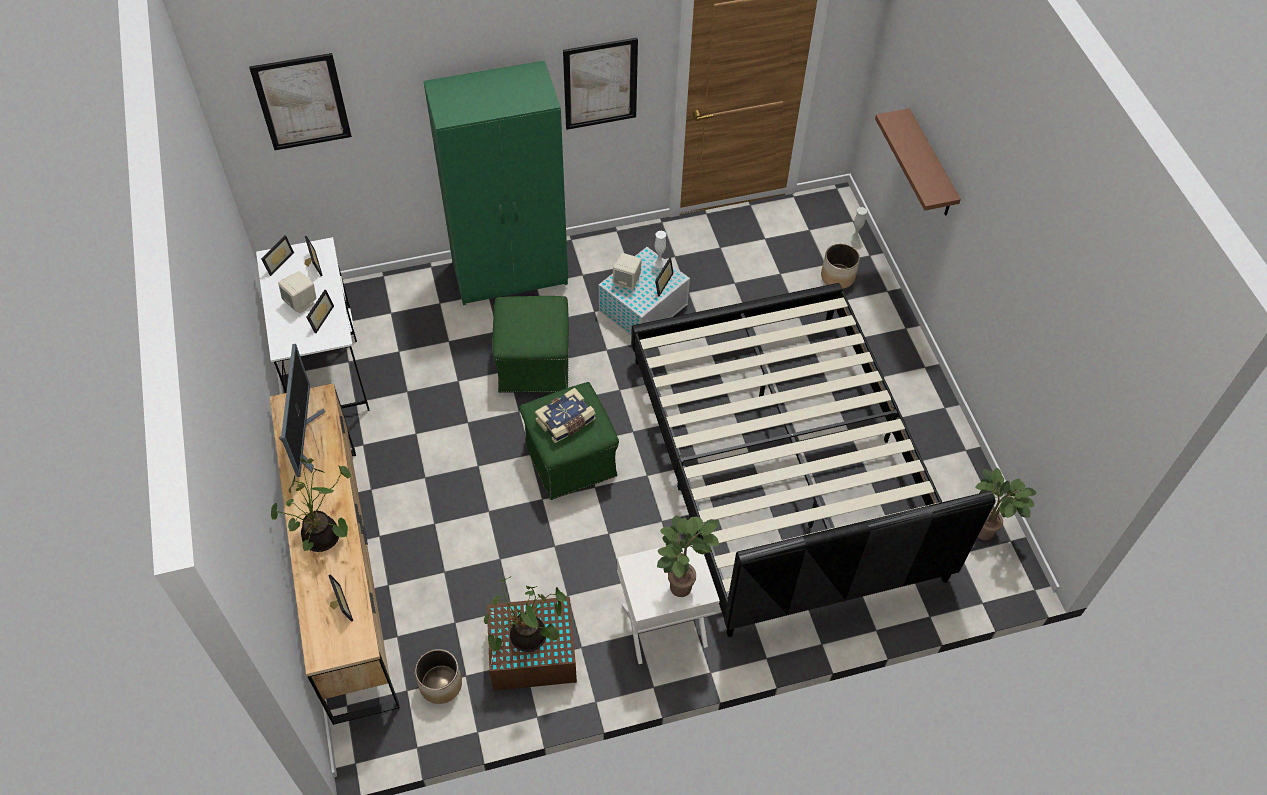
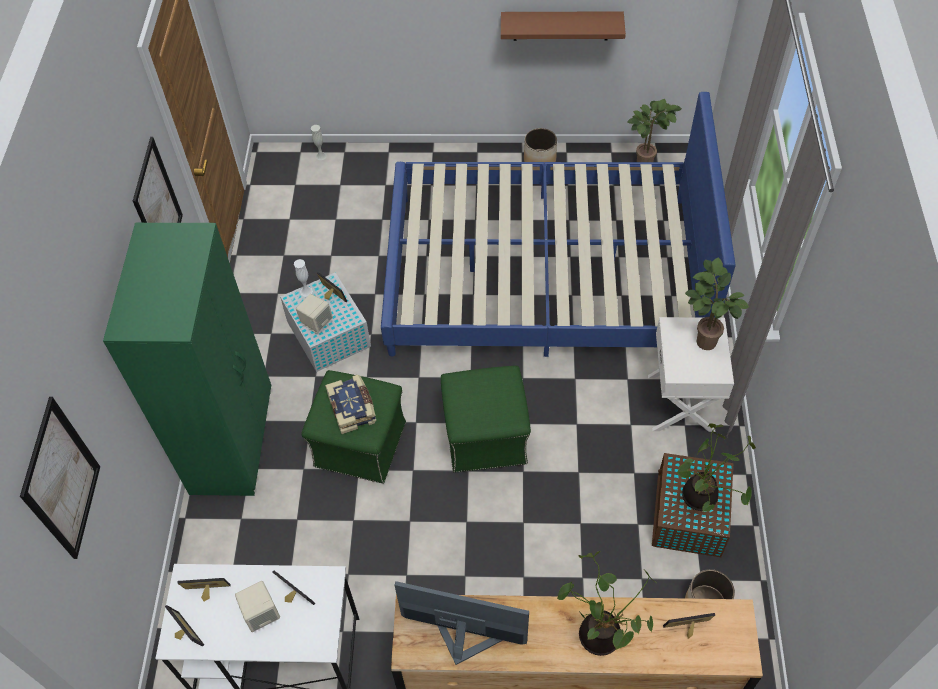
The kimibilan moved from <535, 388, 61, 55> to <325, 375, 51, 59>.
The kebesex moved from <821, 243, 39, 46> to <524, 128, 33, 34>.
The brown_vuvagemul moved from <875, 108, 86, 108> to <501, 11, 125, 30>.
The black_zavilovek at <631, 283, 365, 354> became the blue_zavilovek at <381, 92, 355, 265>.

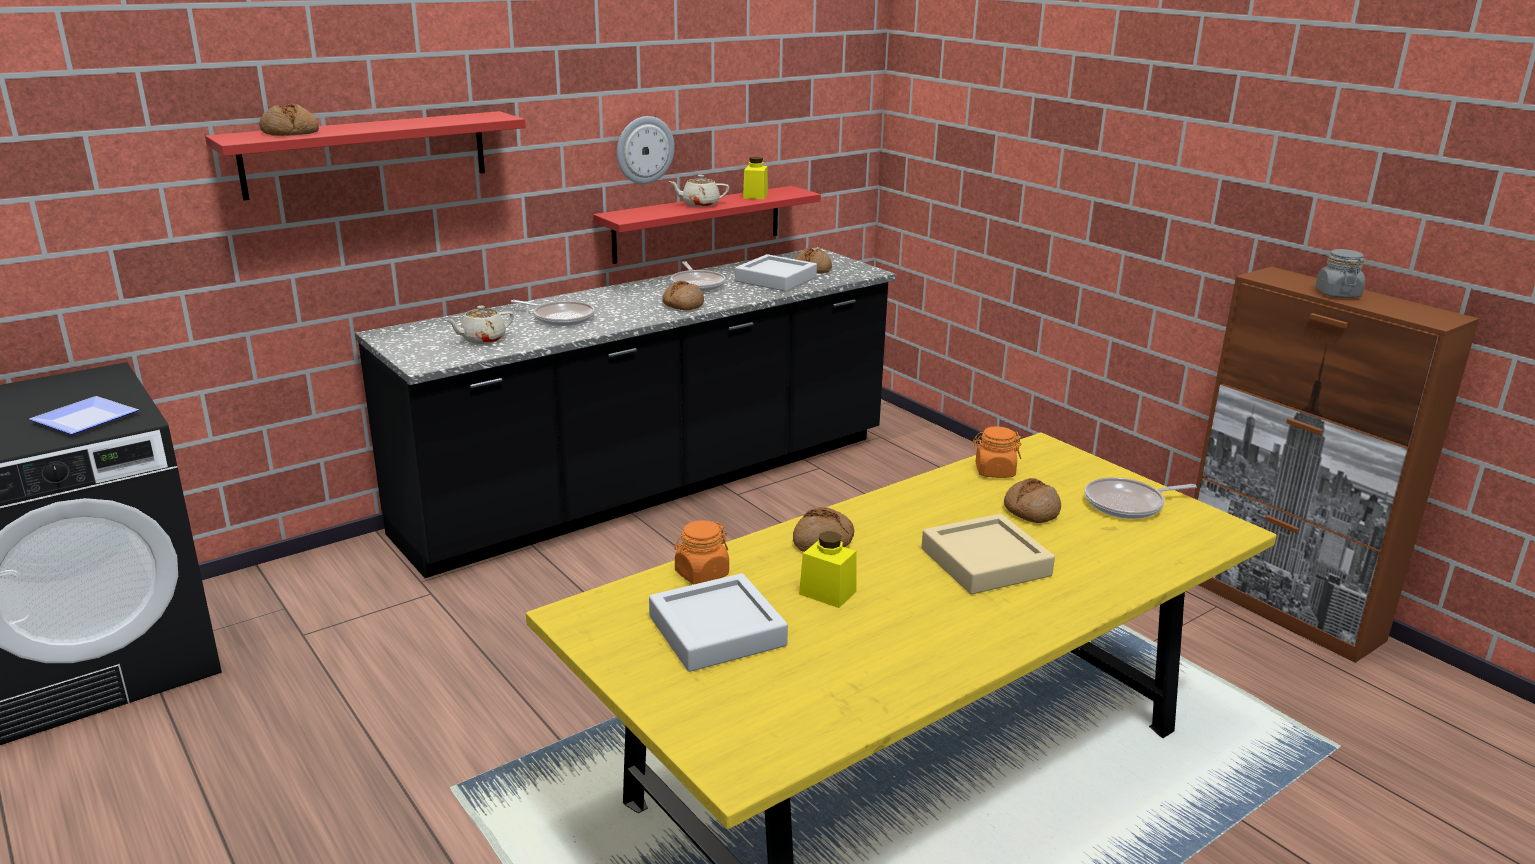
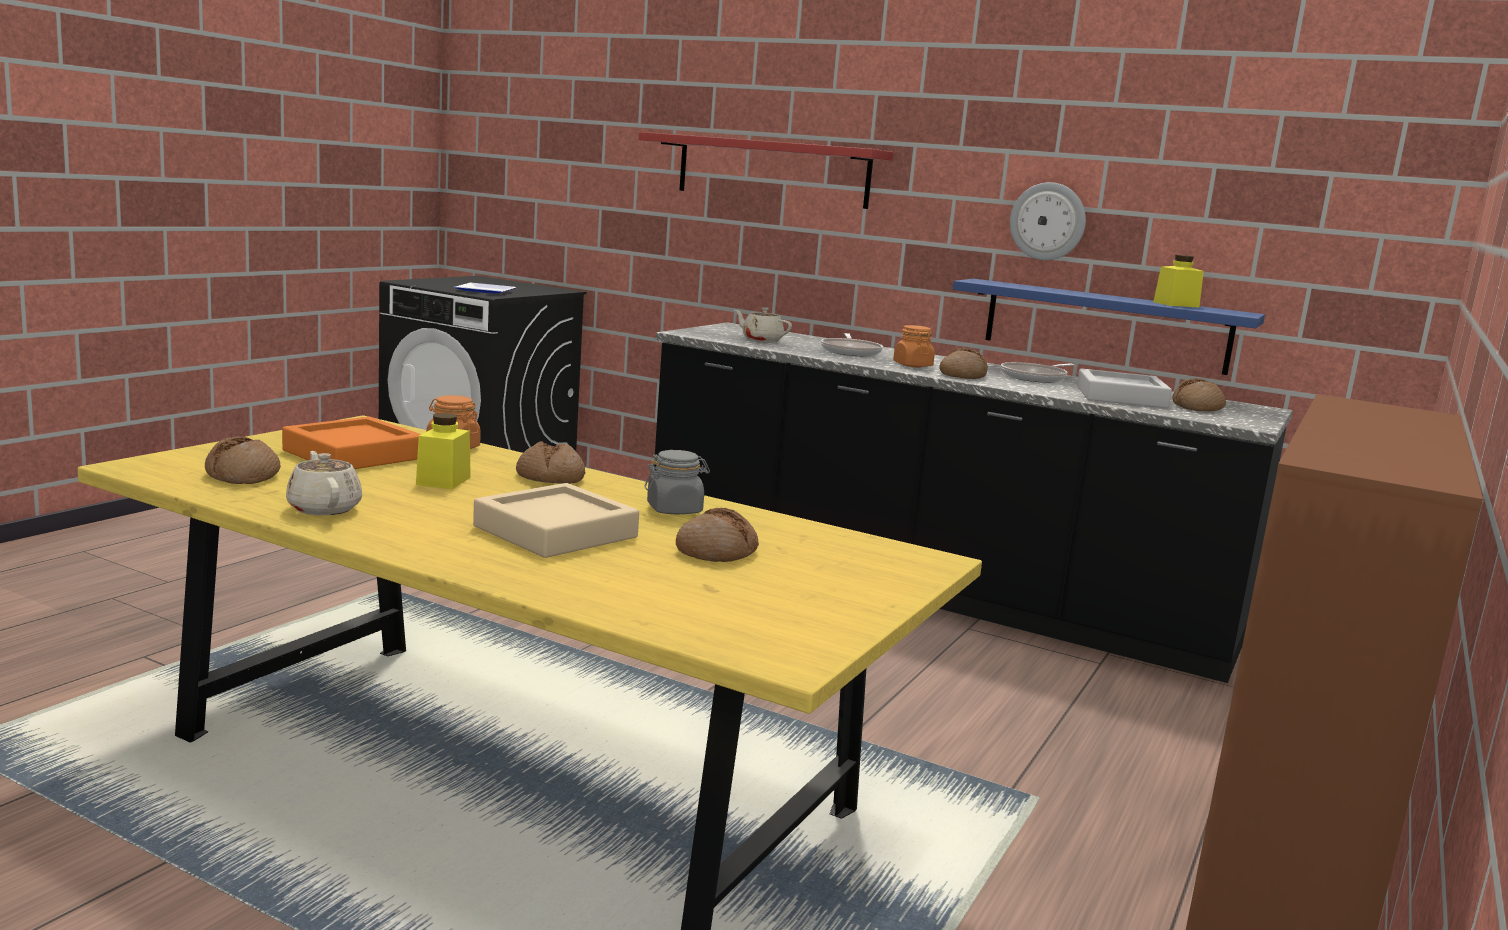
The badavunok at <1085, 477, 112, 42> disappeared.
The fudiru moved from <259, 103, 60, 33> to <205, 436, 76, 48>.
The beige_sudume moved from <668, 175, 61, 32> to <286, 451, 76, 64>.
The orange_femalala moved from <973, 426, 48, 52> to <893, 325, 42, 42>.
The grey_femalala moved from <1316, 249, 49, 49> to <644, 450, 66, 65>.
The red_vuvagemul at <593, 186, 228, 78> became the blue_vuvagemul at <953, 279, 312, 96>.
The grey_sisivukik at <649, 573, 139, 99> became the orange_sisivukik at <282, 417, 139, 52>.

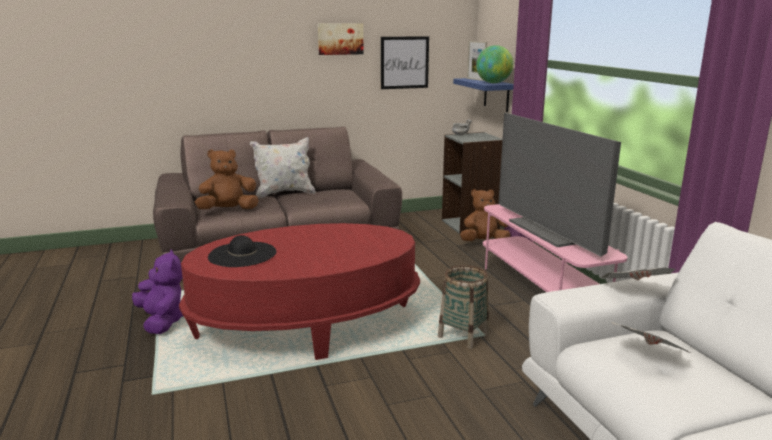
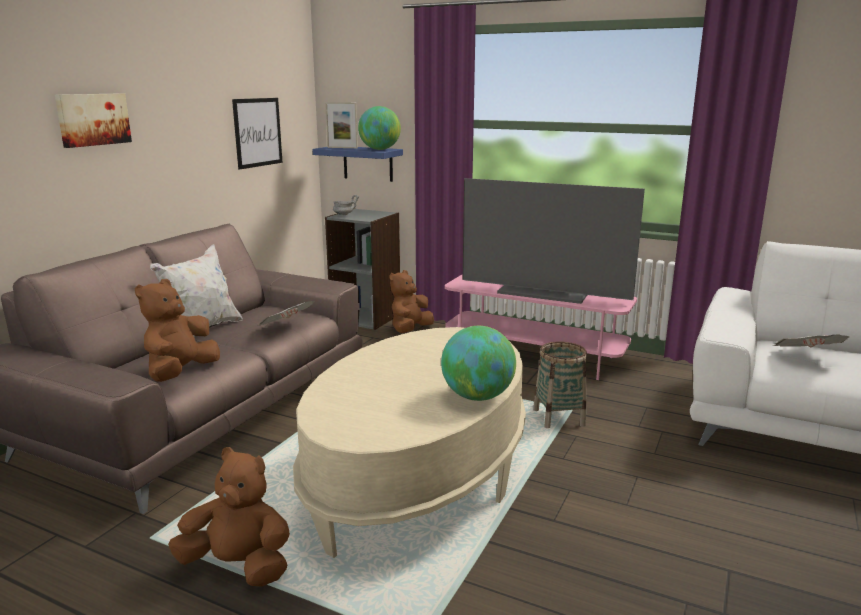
The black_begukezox at <208, 235, 69, 32> disappeared.
The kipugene at <441, 326, 75, 75> appeared.
The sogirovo moved from <318, 23, 46, 32> to <55, 93, 77, 55>.
The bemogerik moved from <602, 268, 74, 12> to <257, 301, 58, 25>.
The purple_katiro at <132, 249, 51, 85> became the brown_katiro at <168, 447, 122, 140>.
The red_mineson at <179, 223, 241, 137> became the beige_mineson at <293, 327, 233, 231>.

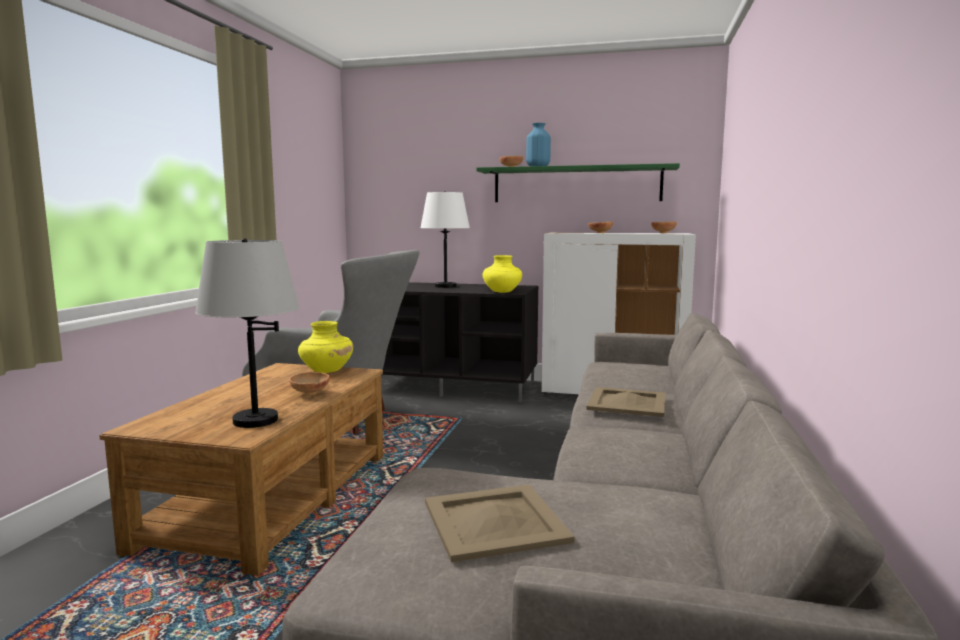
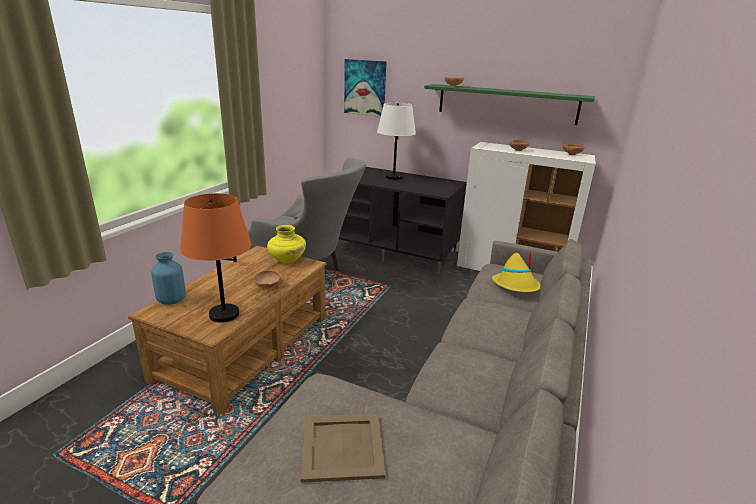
The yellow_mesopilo at <482, 255, 40, 38> disappeared.
The beige_sisivukik at <586, 387, 80, 30> disappeared.
The sogirovo at <344, 59, 43, 58> appeared.
The yellow_begukezox at <492, 250, 48, 42> appeared.
The blue_mesopilo moved from <526, 123, 25, 43> to <151, 252, 35, 53>.
The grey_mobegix at <195, 238, 104, 190> became the orange_mobegix at <180, 193, 71, 129>.

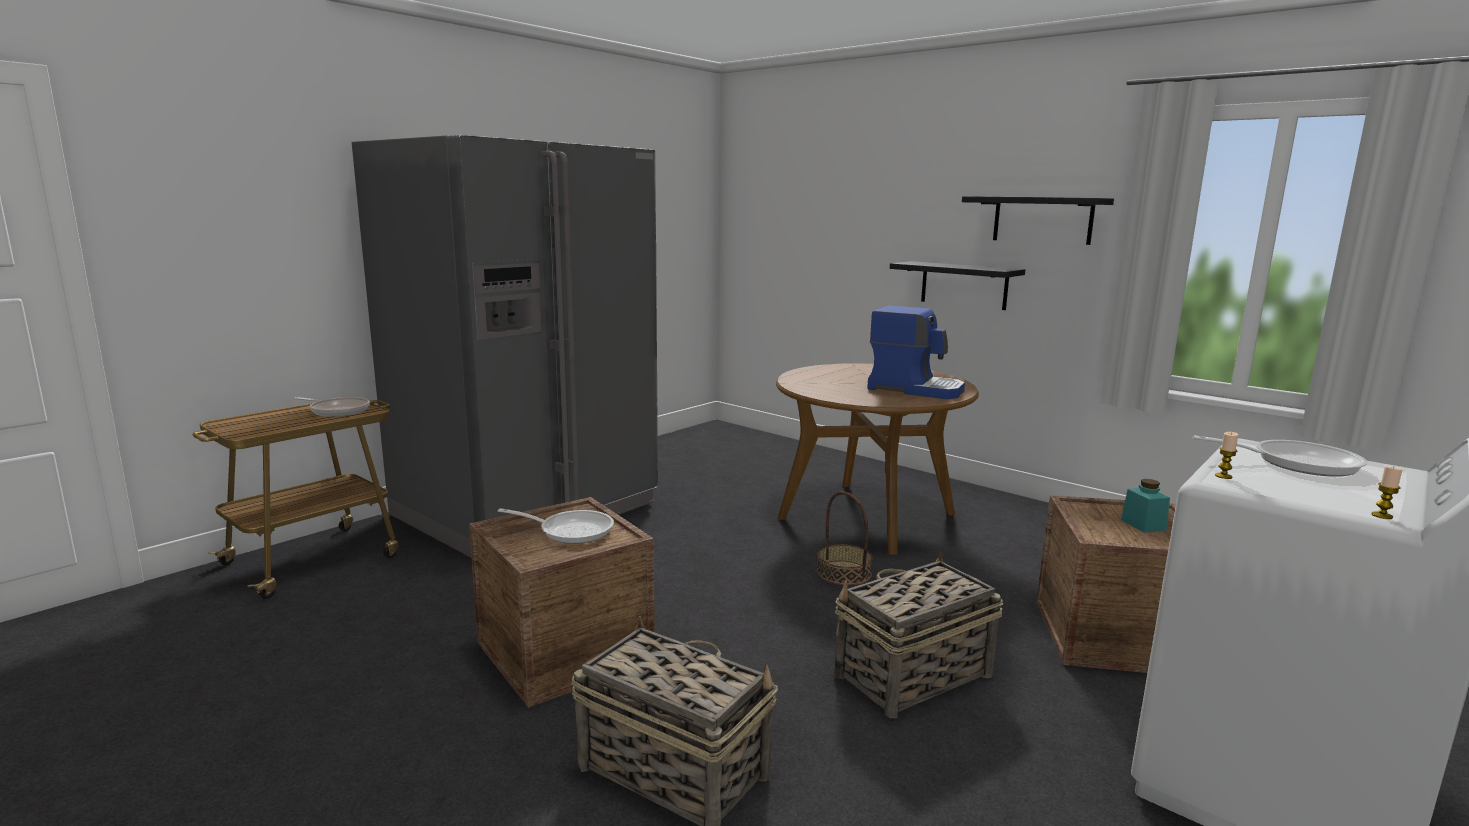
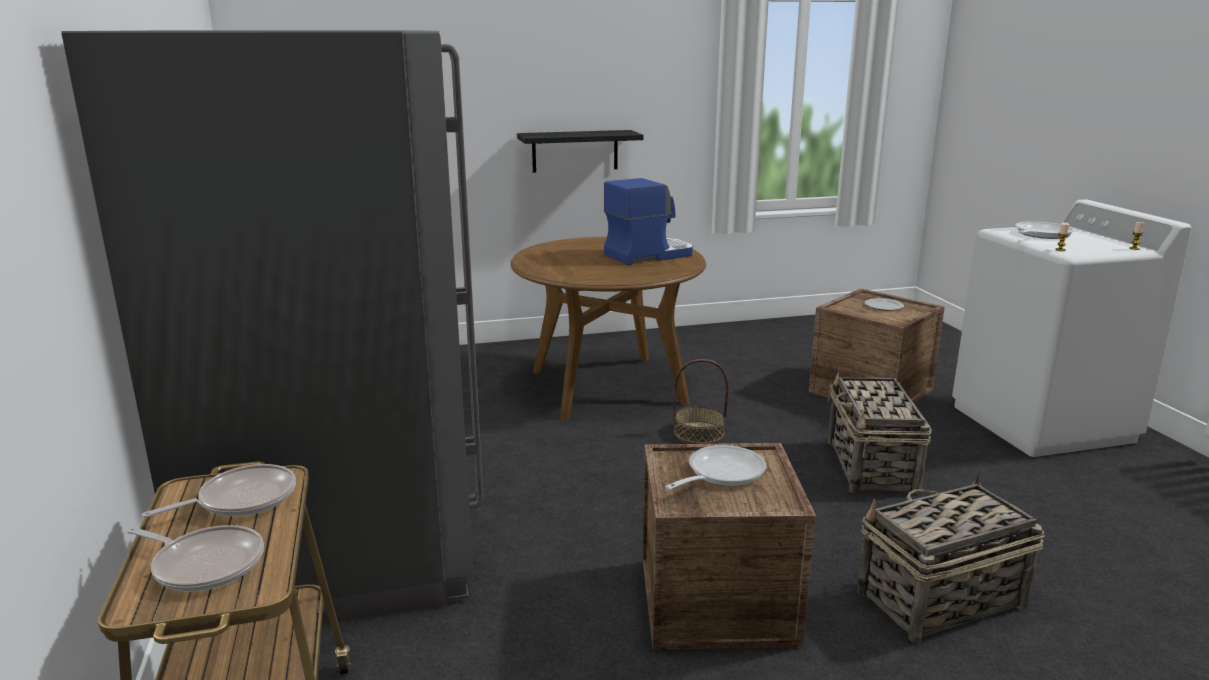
The black_vuvagemul at <962, 196, 152, 49> disappeared.
The badavunok at <127, 525, 137, 67> appeared.
The turquoise_femalala at <1121, 479, 49, 54> was replaced by the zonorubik at <865, 298, 39, 13>.

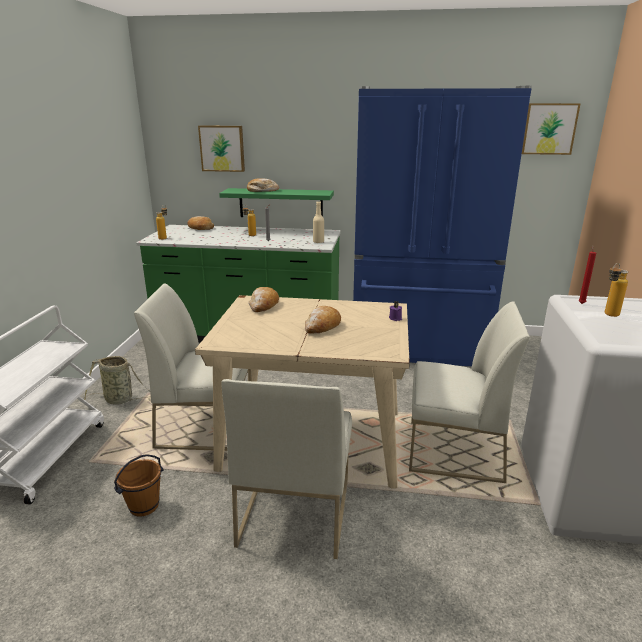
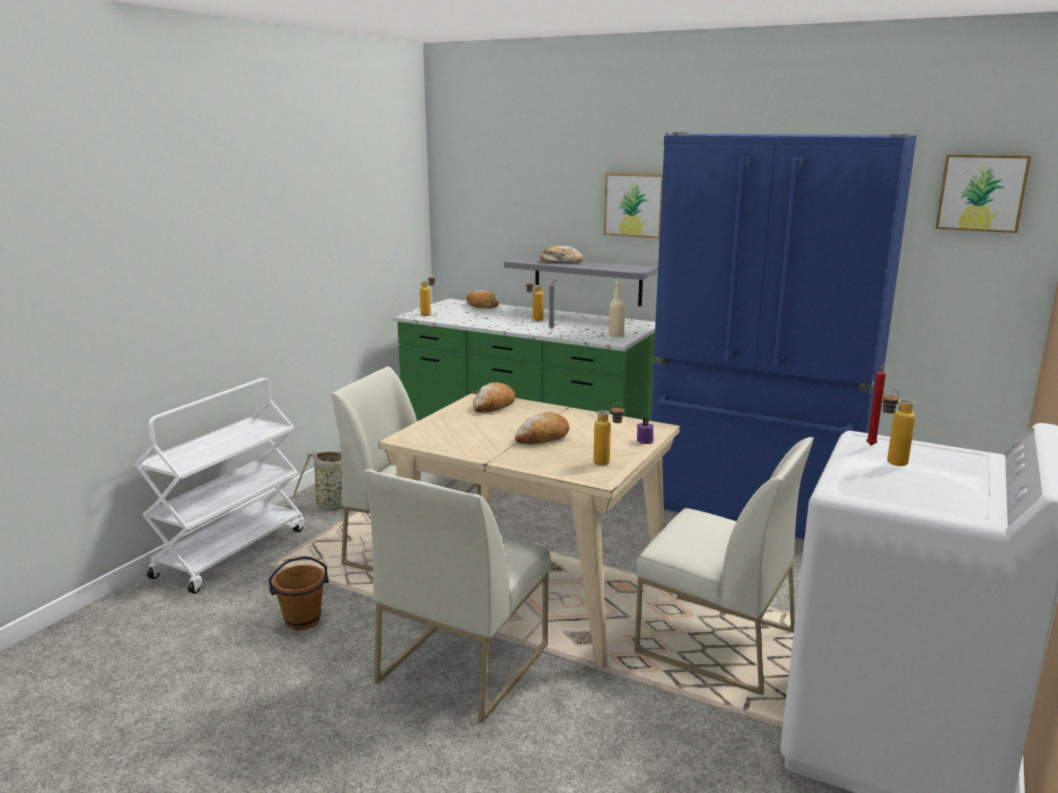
The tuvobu at <593, 403, 32, 62> appeared.
The sogirovo moved from <198, 126, 47, 46> to <604, 173, 59, 65>.
The green_vuvagemul at <219, 188, 115, 29> became the grey_vuvagemul at <504, 256, 154, 50>.

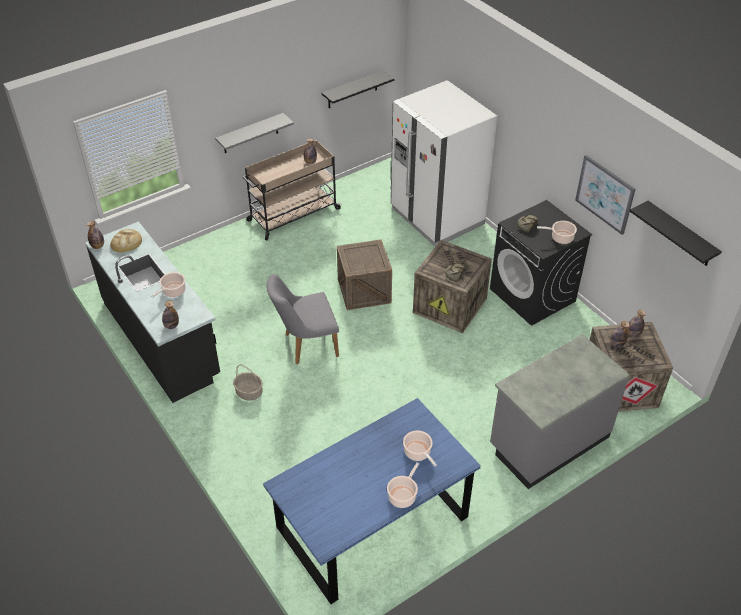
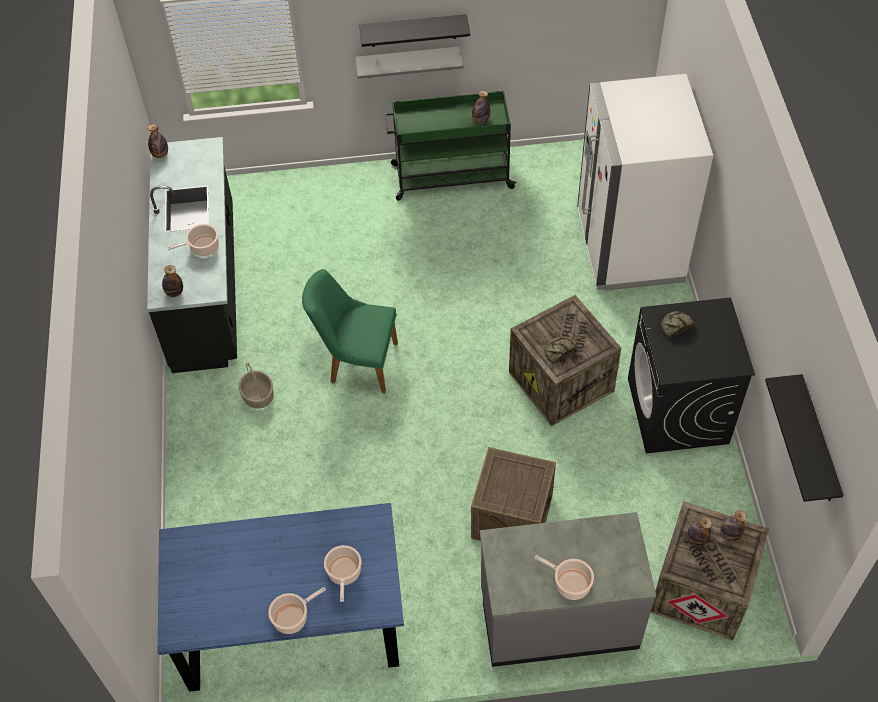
The fudiru at <110, 229, 32, 23> disappeared.
The sogirovo at <575, 155, 60, 80> disappeared.
The black_vuvagemul moved from <322, 70, 72, 38> to <359, 14, 111, 33>.
The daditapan moved from <337, 239, 55, 71> to <471, 447, 85, 94>.
The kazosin moved from <537, 221, 40, 23> to <534, 555, 60, 45>.
The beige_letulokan at <243, 140, 99, 100> became the green_letulokan at <384, 91, 132, 110>.
The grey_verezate at <266, 274, 73, 90> became the green_verezate at <302, 269, 96, 125>.

